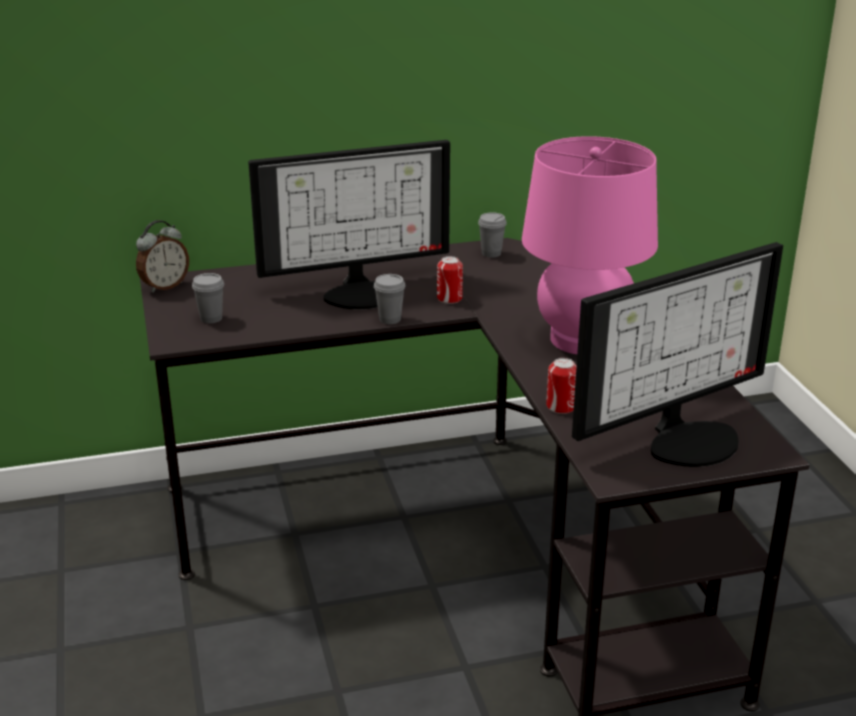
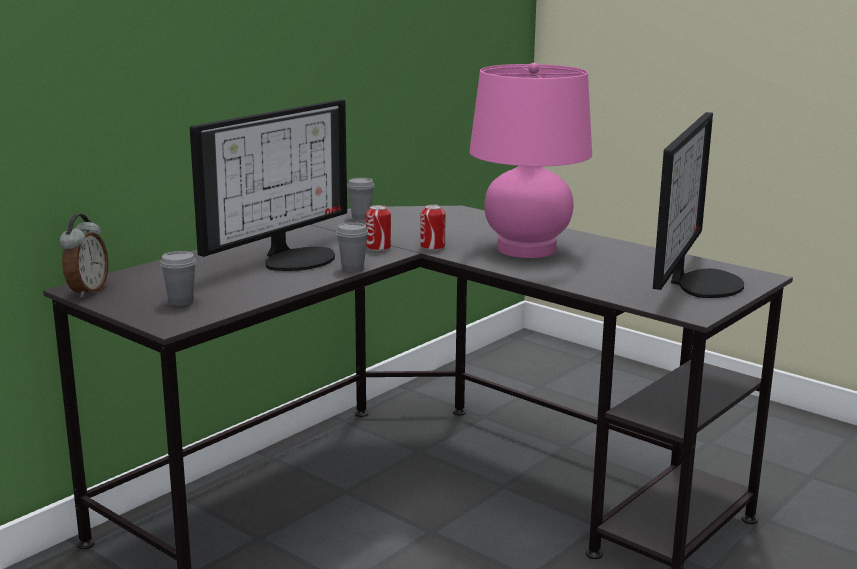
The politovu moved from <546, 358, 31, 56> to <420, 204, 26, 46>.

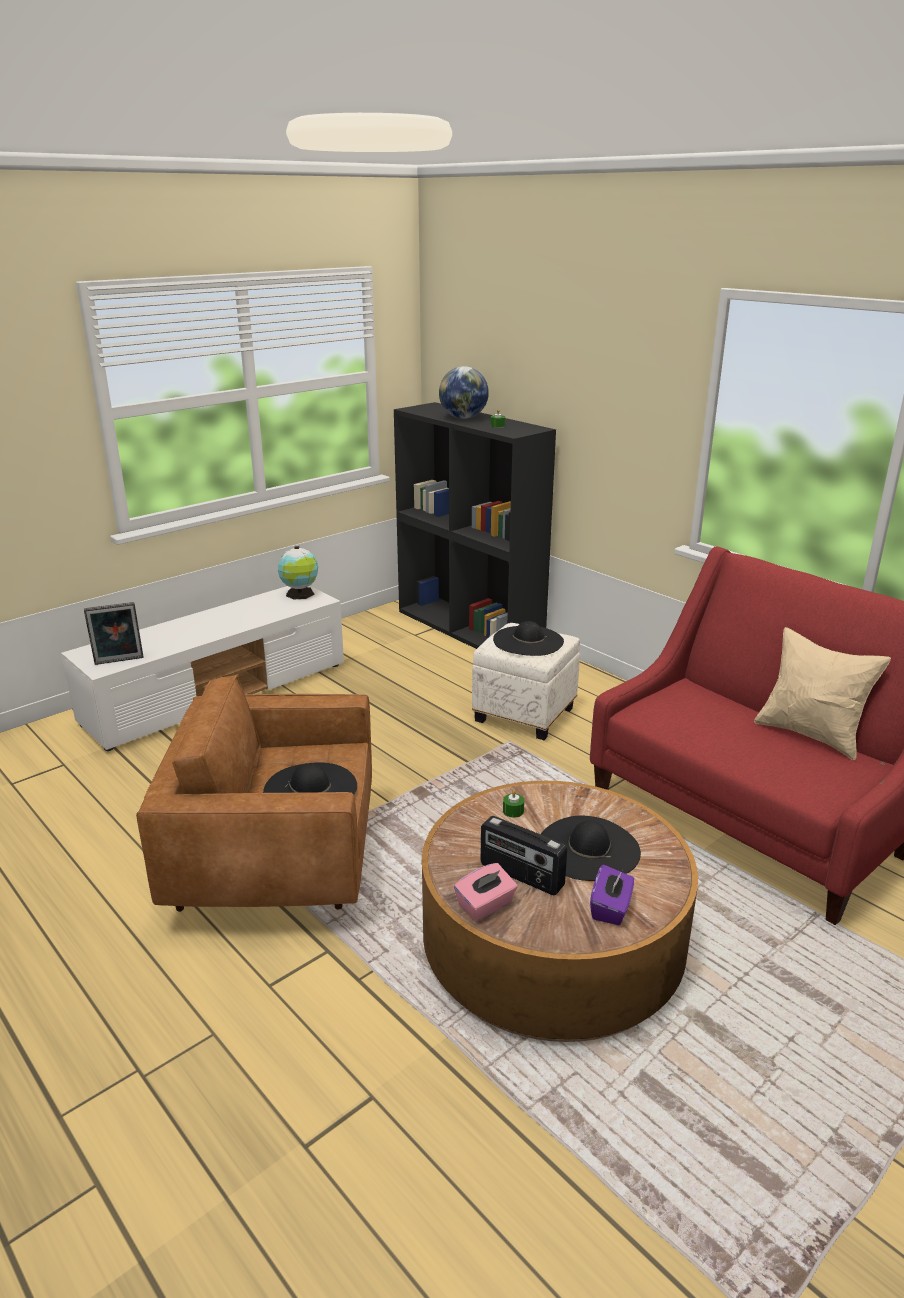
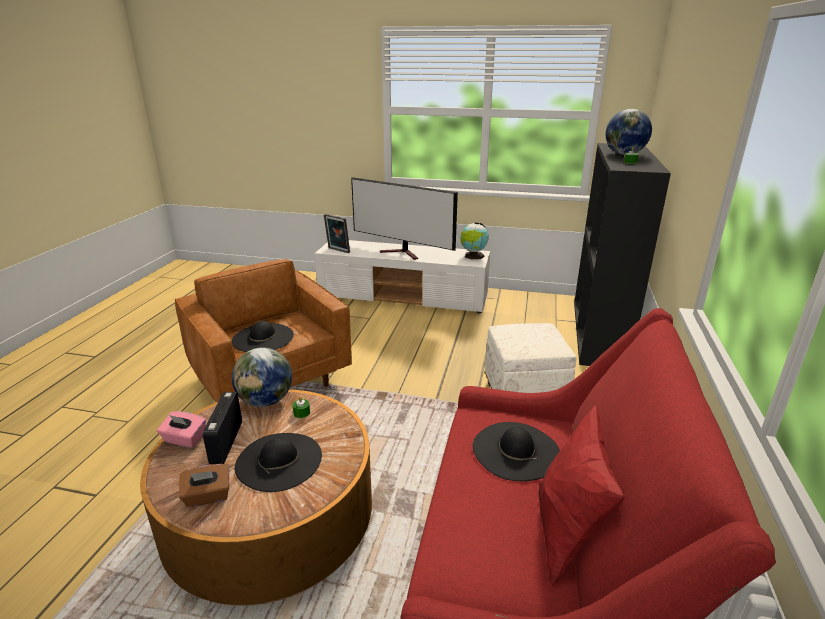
The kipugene at <232, 347, 60, 60> appeared.
The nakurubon at <351, 177, 107, 83> appeared.
The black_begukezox moved from <493, 621, 71, 35> to <473, 422, 87, 59>.
The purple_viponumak at <590, 864, 44, 61> became the brown_viponumak at <179, 464, 50, 43>.
The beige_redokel at <754, 627, 137, 133> became the red_redokel at <538, 405, 87, 181>.

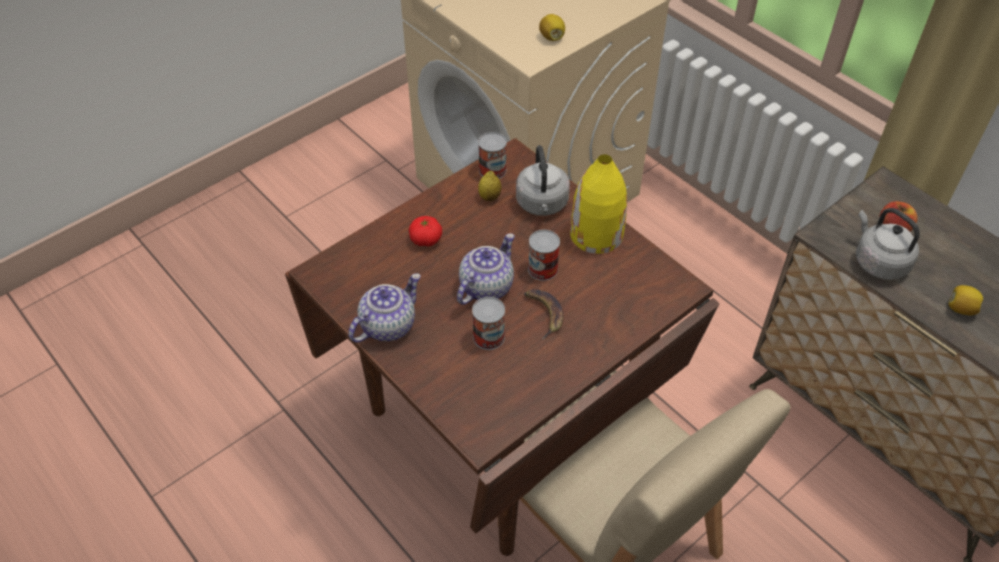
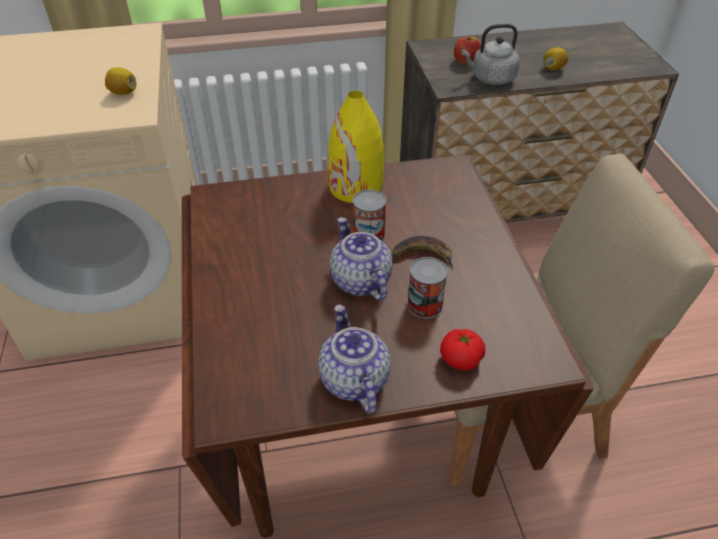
The politovu at <478, 132, 29, 47> disappeared.
The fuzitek at <478, 171, 23, 30> disappeared.
The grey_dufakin at <516, 145, 54, 71> disappeared.
The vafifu moved from <409, 216, 33, 31> to <440, 329, 45, 42>.

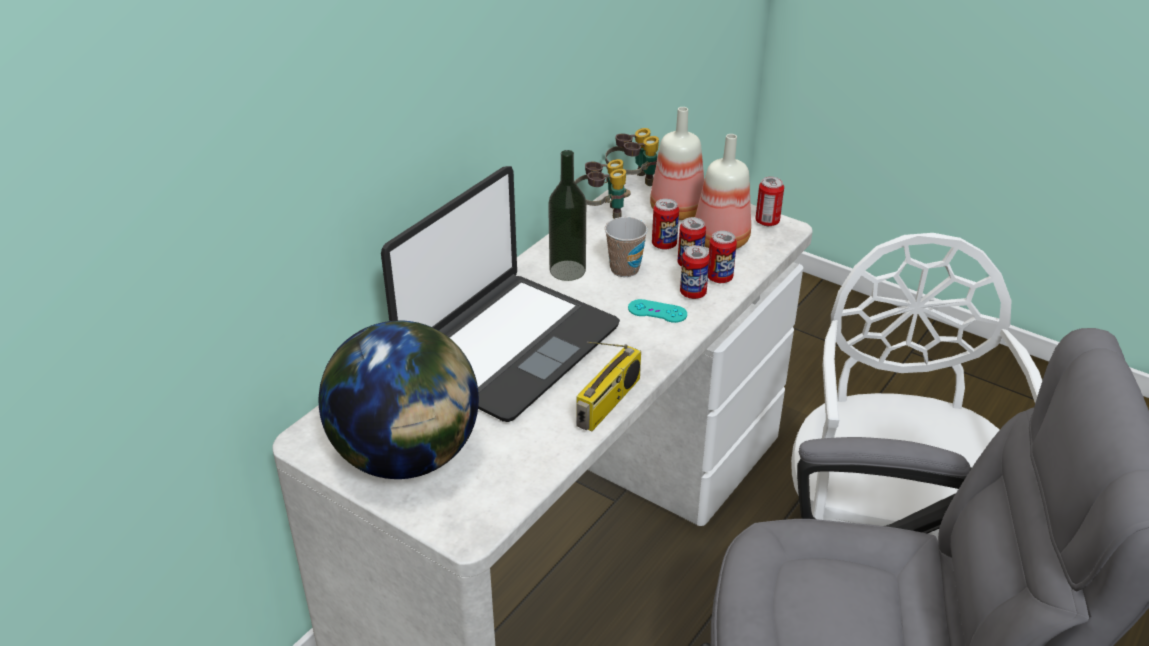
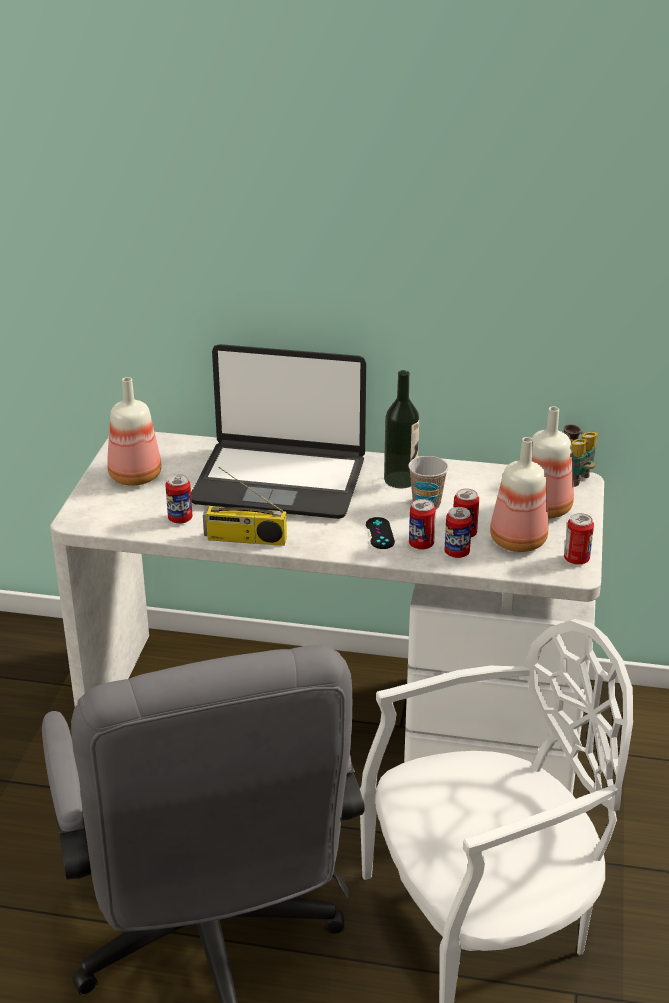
The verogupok at <575, 159, 56, 60> disappeared.
The politovu moved from <652, 199, 27, 51> to <165, 474, 27, 50>.
The kipugene at <319, 321, 160, 158> was replaced by the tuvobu at <107, 377, 54, 109>.
The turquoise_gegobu at <628, 299, 59, 24> became the black_gegobu at <366, 517, 29, 32>.

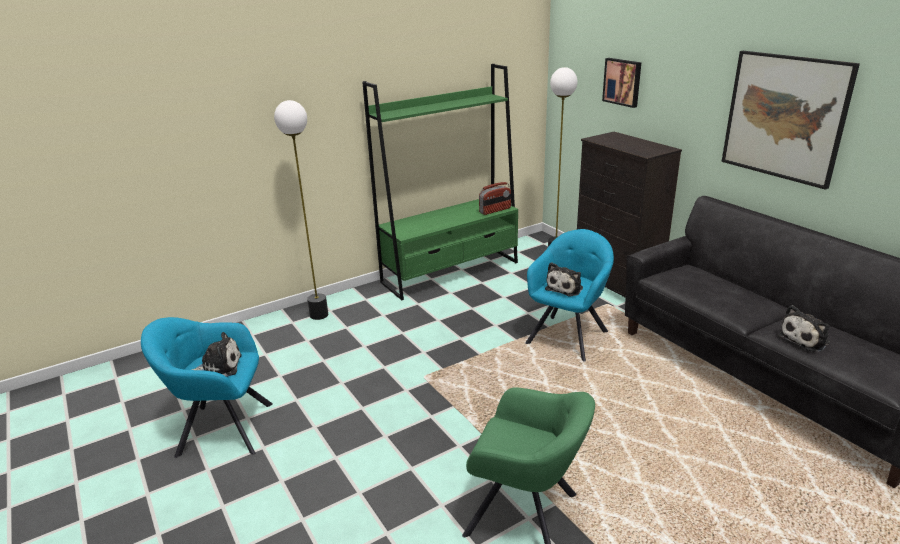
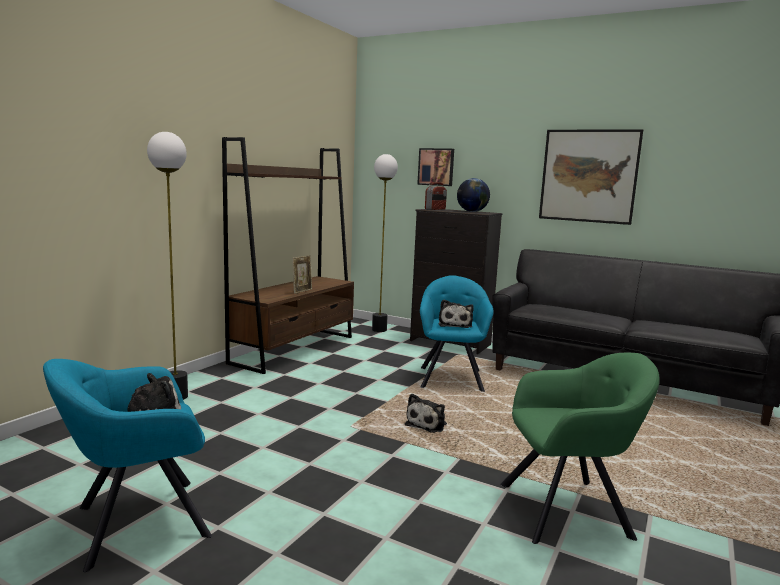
The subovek at <292, 255, 20, 39> appeared.
The kipugene at <457, 178, 33, 34> appeared.
The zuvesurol moved from <479, 182, 32, 33> to <425, 182, 22, 28>.
The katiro moved from <778, 305, 52, 47> to <405, 393, 42, 40>.
The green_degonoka at <362, 64, 156, 236> became the brown_degonoka at <222, 137, 132, 237>.

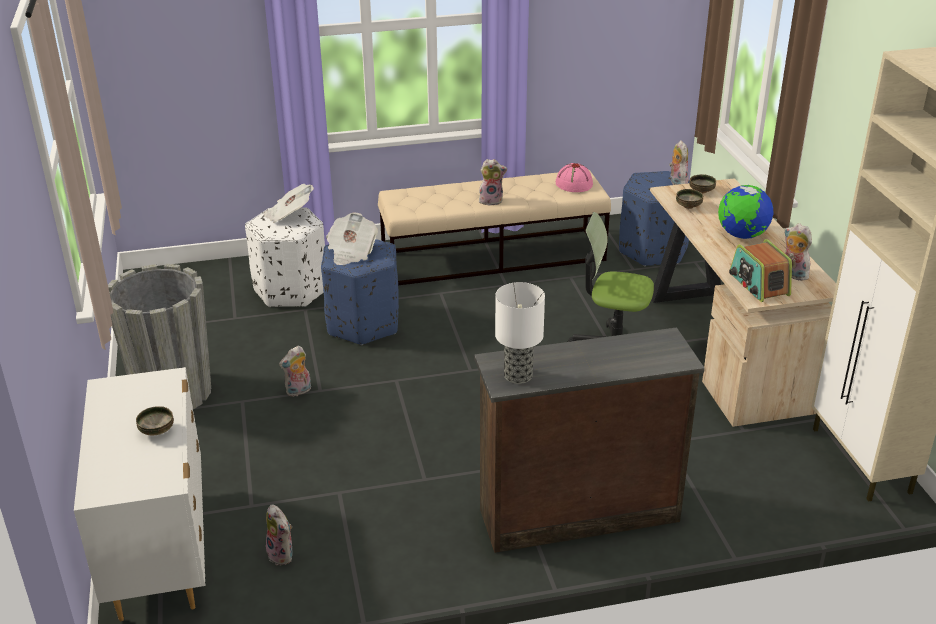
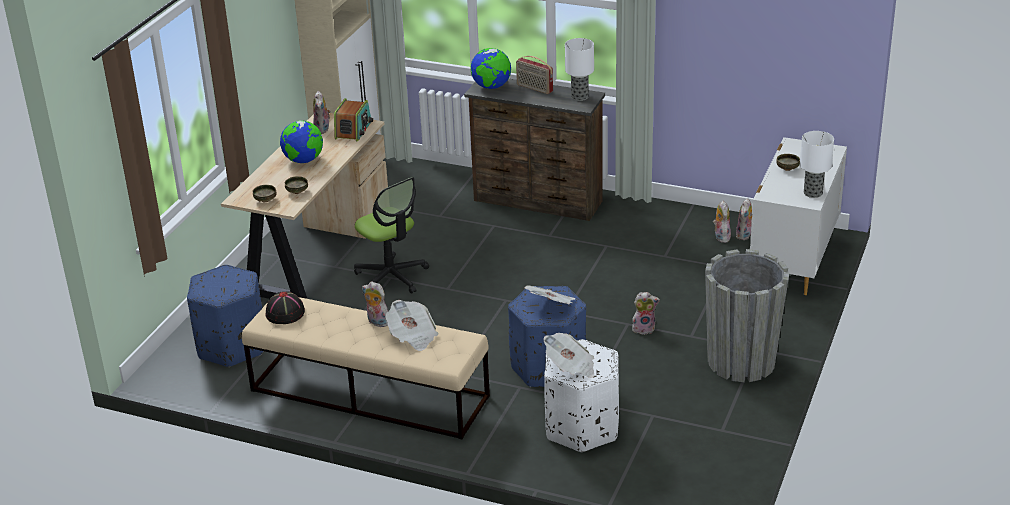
The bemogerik at <385, 300, 53, 51> appeared.
The kipugene at <471, 48, 40, 41> appeared.
The zuvesurol at <516, 56, 37, 38> appeared.
The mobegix at <800, 131, 34, 67> appeared.
The katiro moved from <669, 140, 20, 45> to <736, 198, 16, 42>.
The pink_begukezox at <556, 163, 37, 29> became the black_begukezox at <265, 291, 40, 33>.

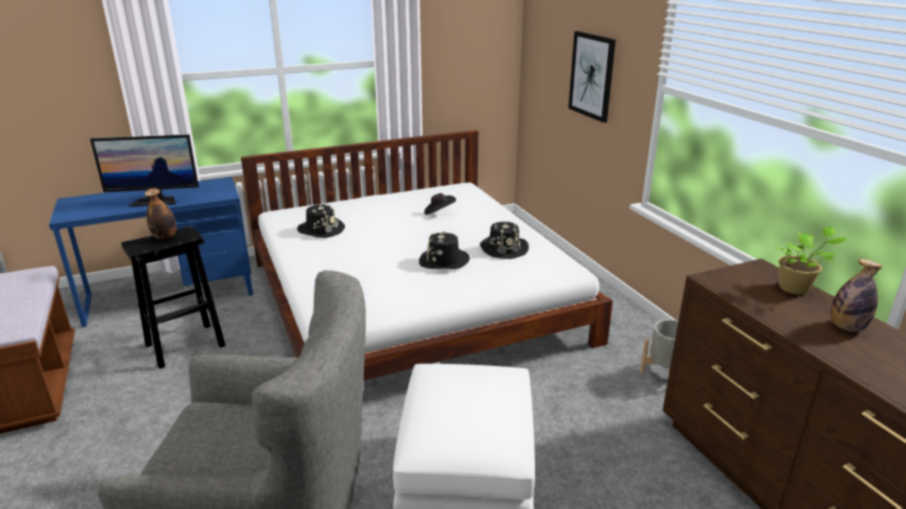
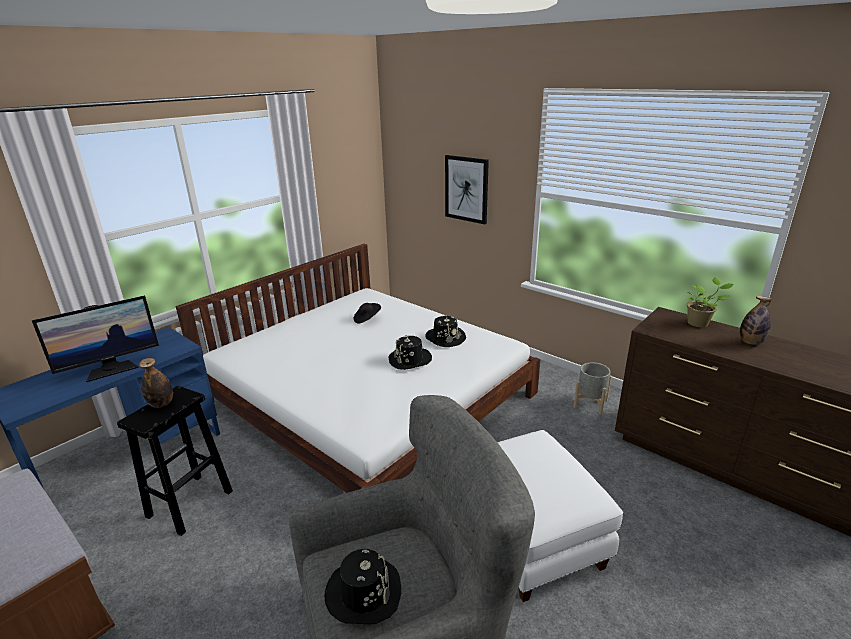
The black_begukezox moved from <297, 203, 48, 35> to <325, 549, 76, 75>.

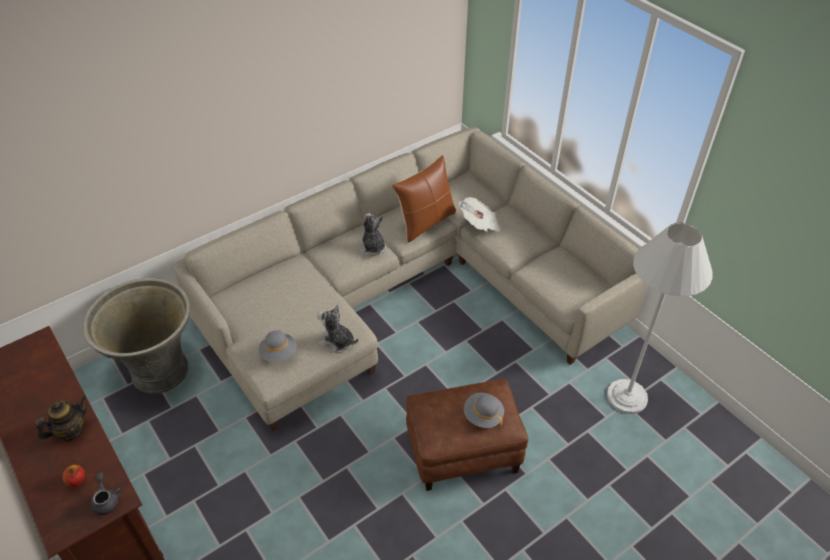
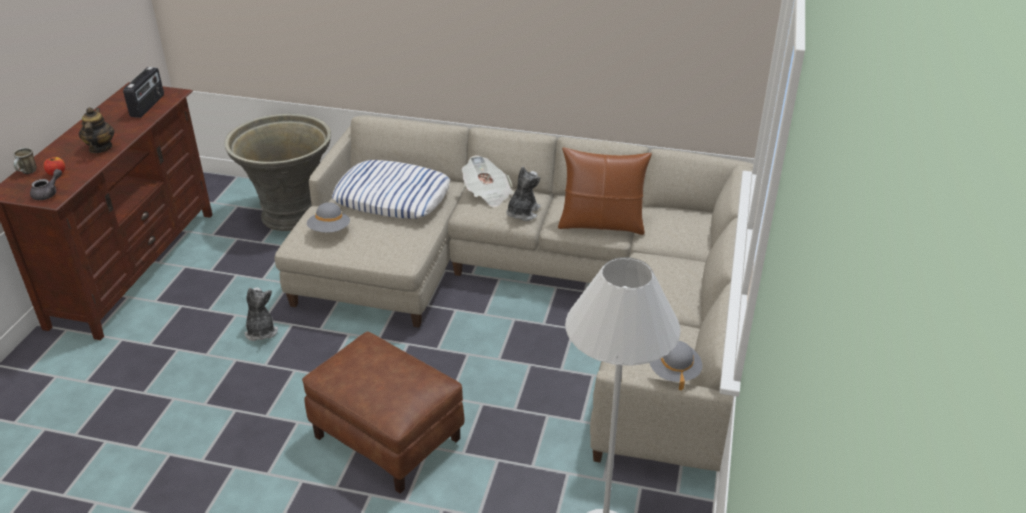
The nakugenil at <13, 148, 24, 26> appeared.
The zuvesurol at <123, 67, 41, 51> appeared.
The redokel at <332, 160, 118, 59> appeared.
The katiro moved from <317, 305, 41, 48> to <244, 287, 34, 54>.
The bemogerik moved from <459, 197, 42, 35> to <462, 155, 52, 53>.
The grey_begukezox moved from <464, 393, 40, 35> to <650, 341, 52, 49>.
The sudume at <35, 396, 52, 45> turned 105 degrees counterclockwise.

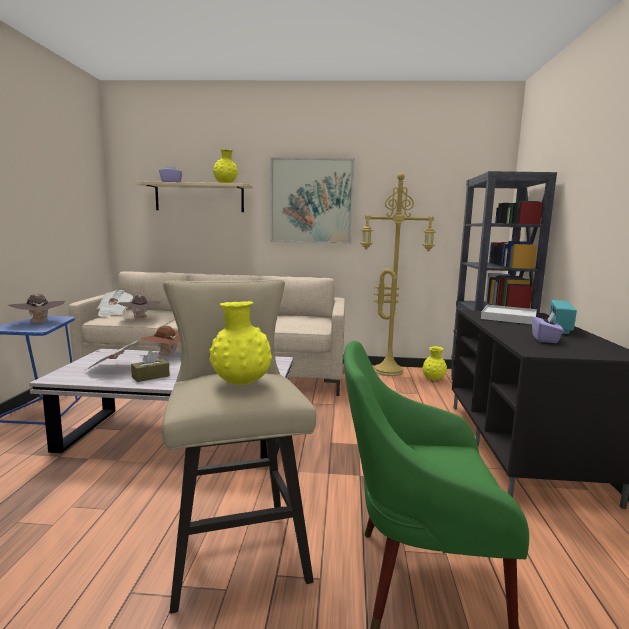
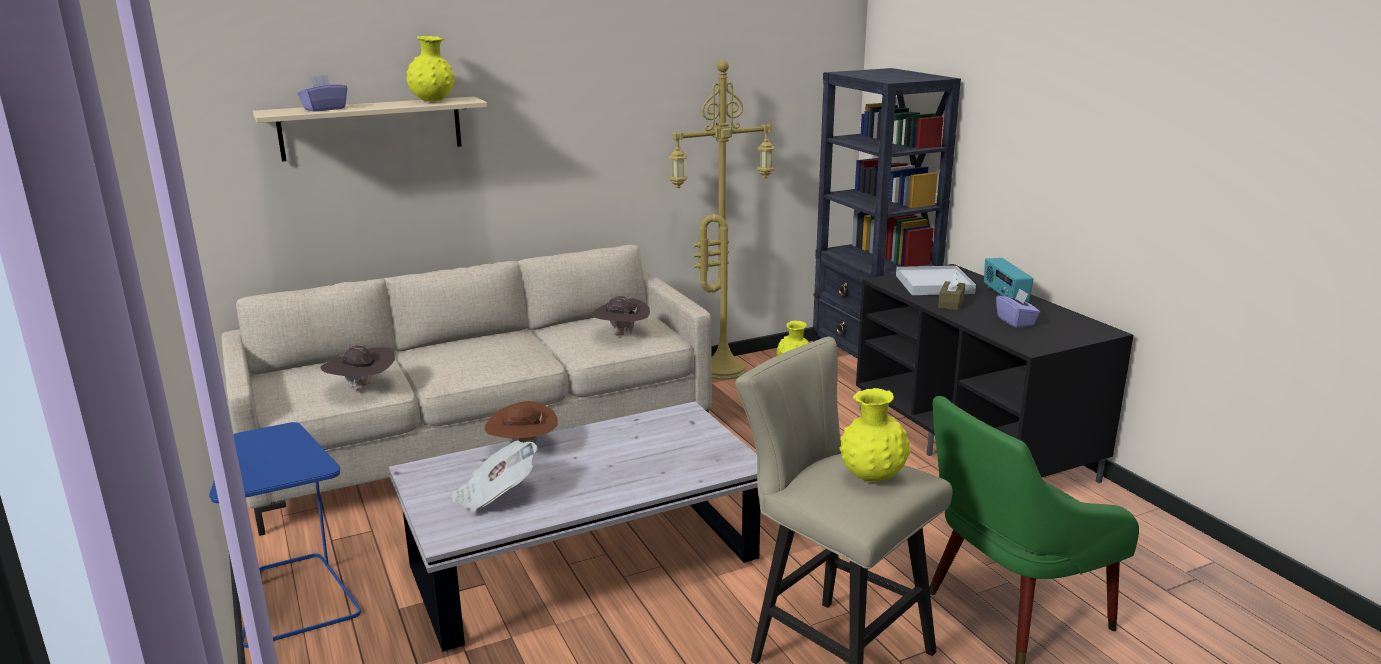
The bemogerik at <97, 290, 36, 27> disappeared.
The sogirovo at <270, 157, 85, 87> disappeared.
The brown_begukezox moved from <7, 294, 58, 30> to <591, 296, 59, 40>.
The brown_viponumak moved from <131, 350, 39, 32> to <938, 273, 27, 37>.

